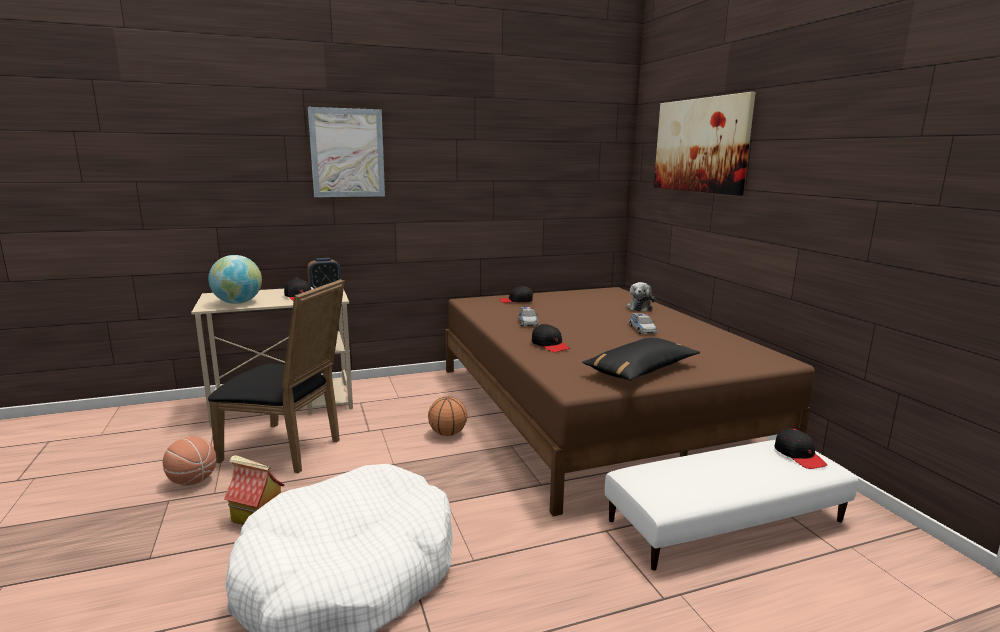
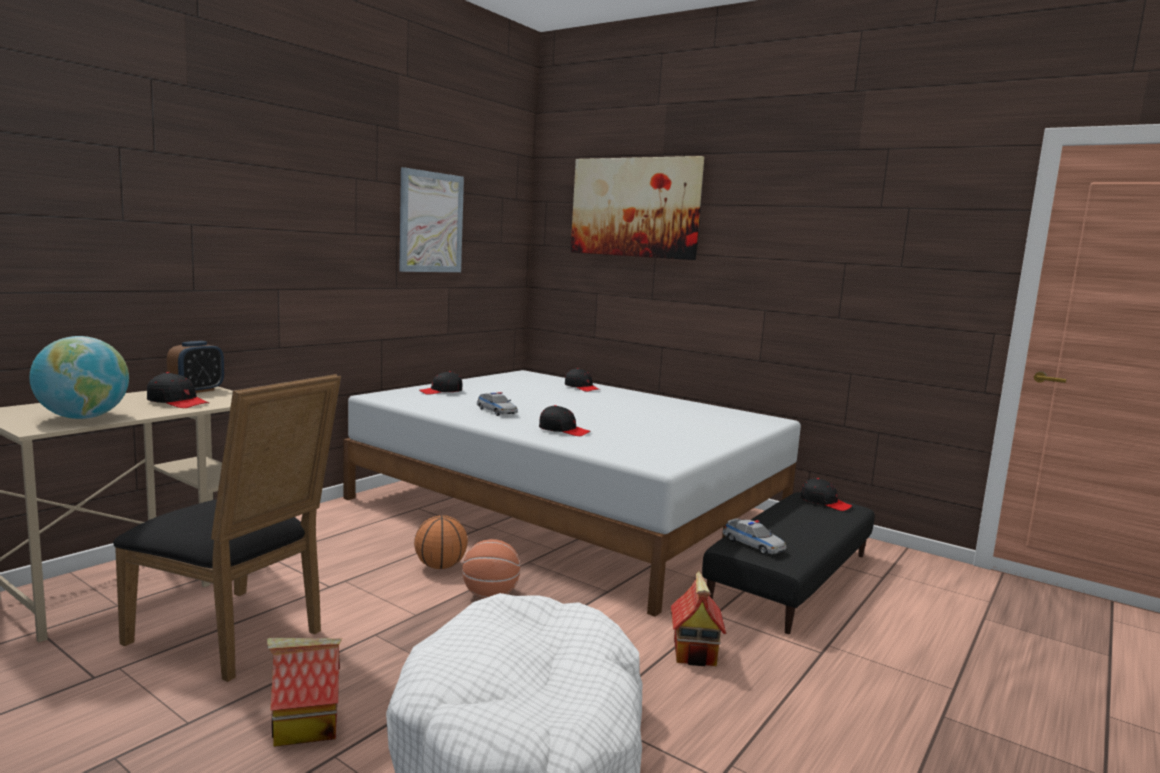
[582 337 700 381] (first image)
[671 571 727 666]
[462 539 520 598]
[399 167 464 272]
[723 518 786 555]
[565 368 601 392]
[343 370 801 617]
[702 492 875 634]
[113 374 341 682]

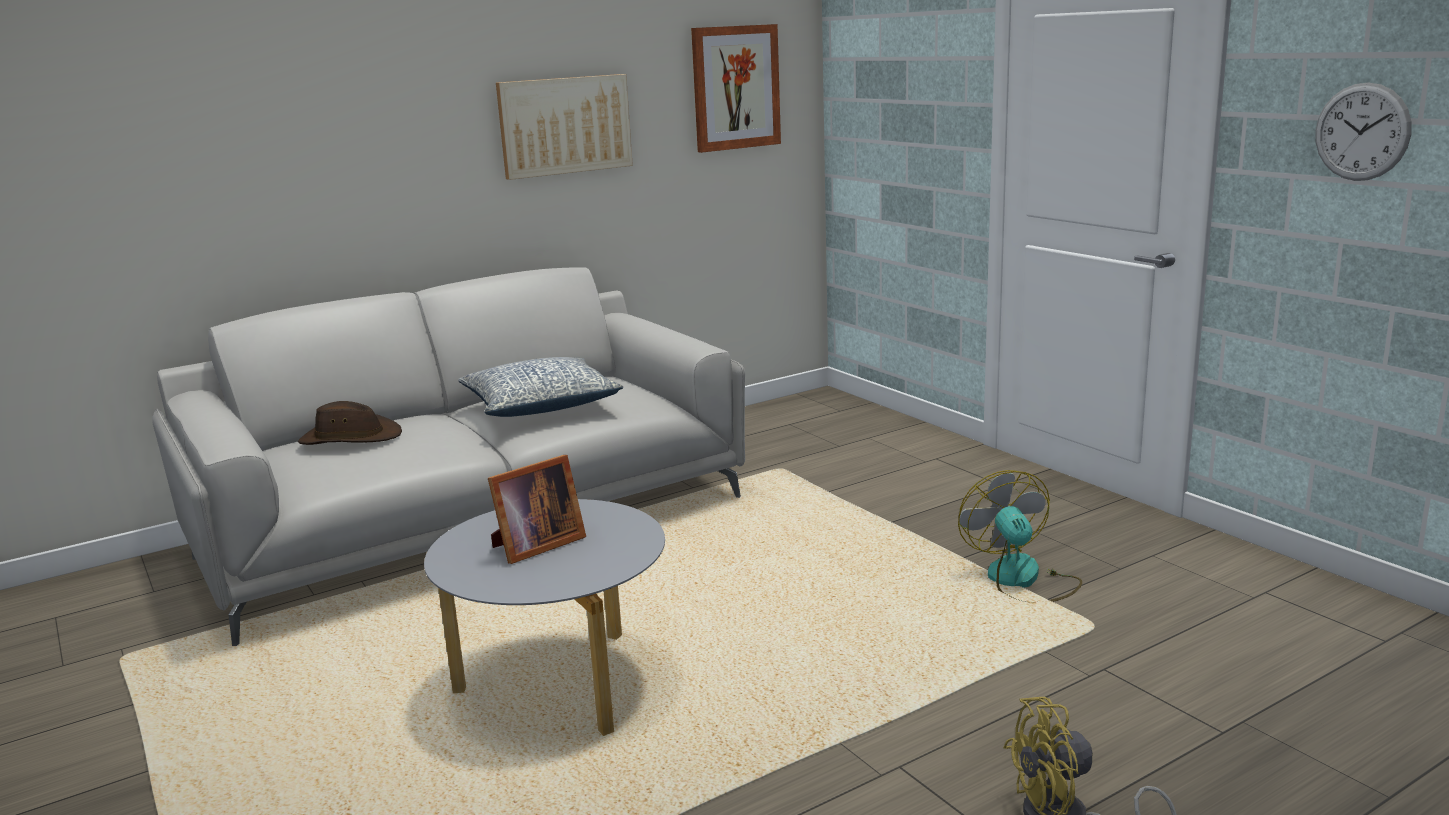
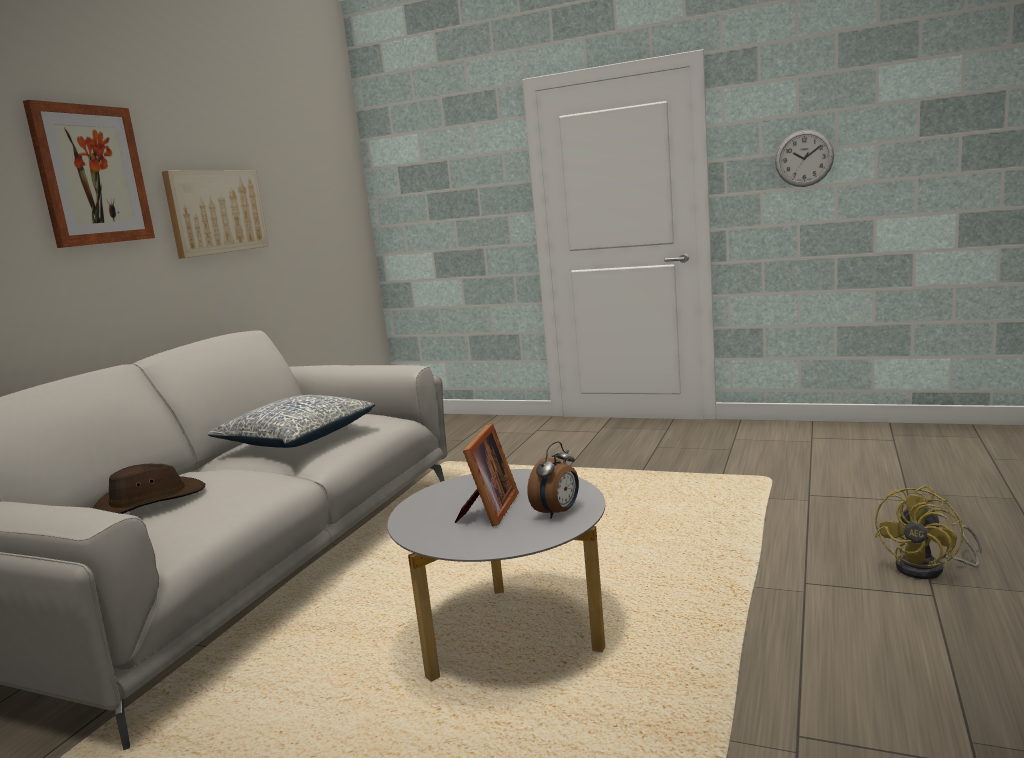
[958 470 1082 602] (first image)
[527 441 579 519]
[23 100 155 248]

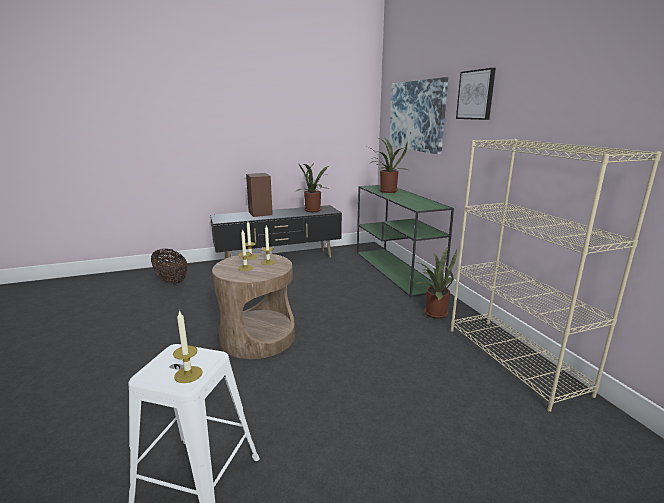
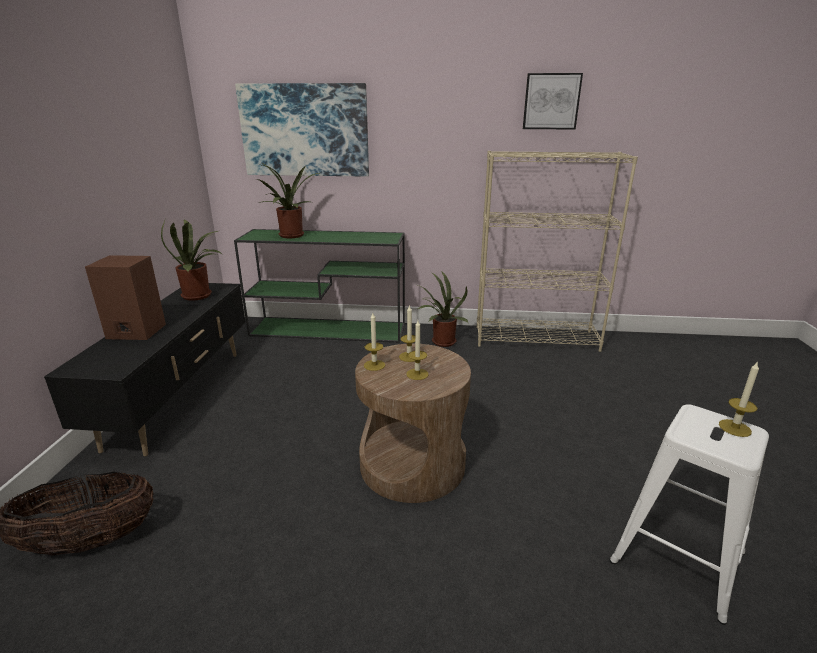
[523 73 583 129]

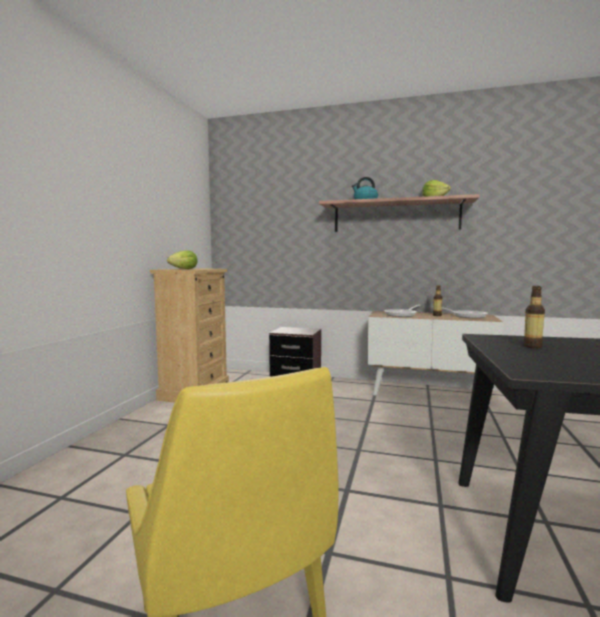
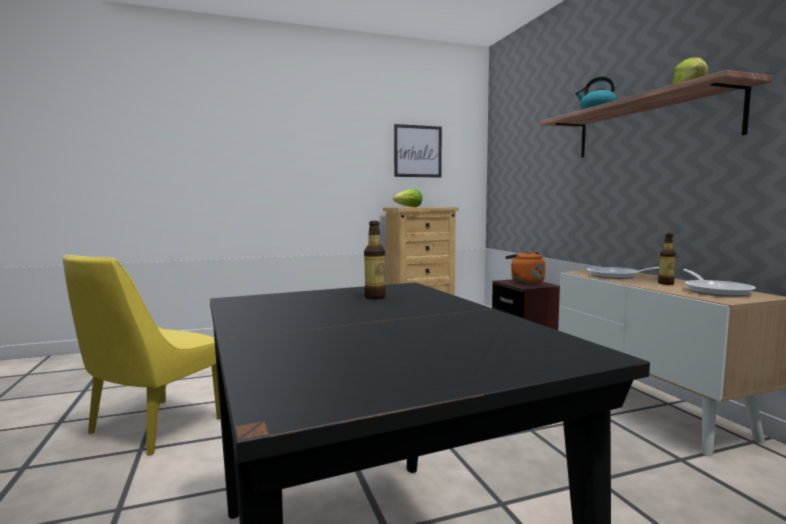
[394 124 442 178]
[505 251 545 284]

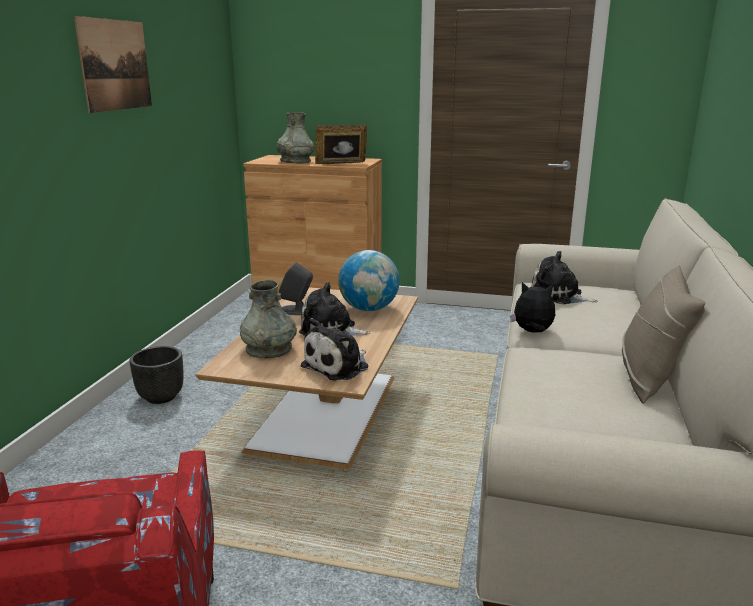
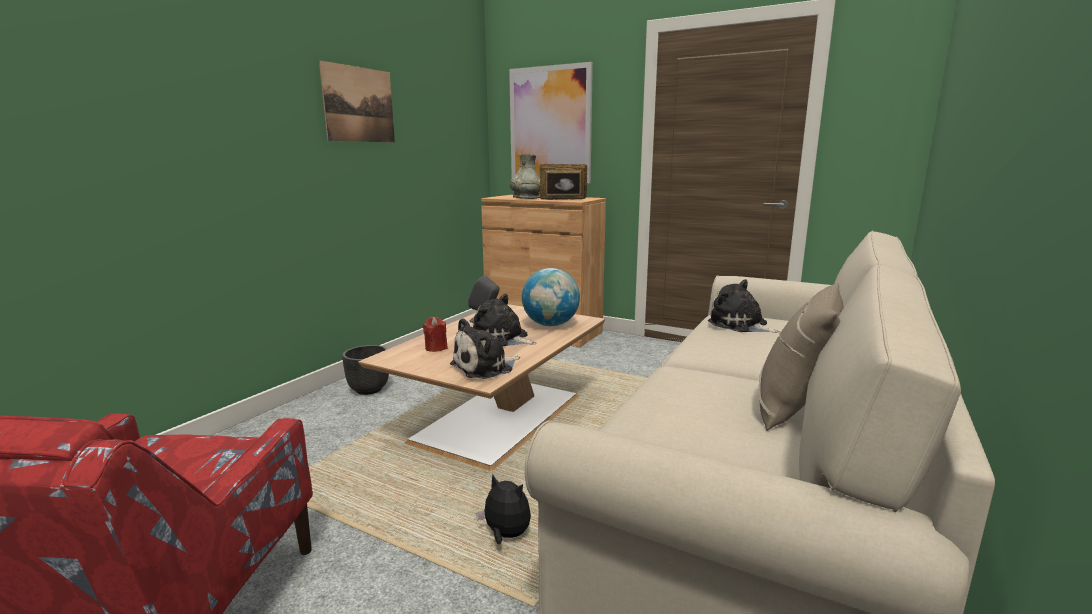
[509 62 593 183]
[476 474 531 544]
[423 317 447 352]

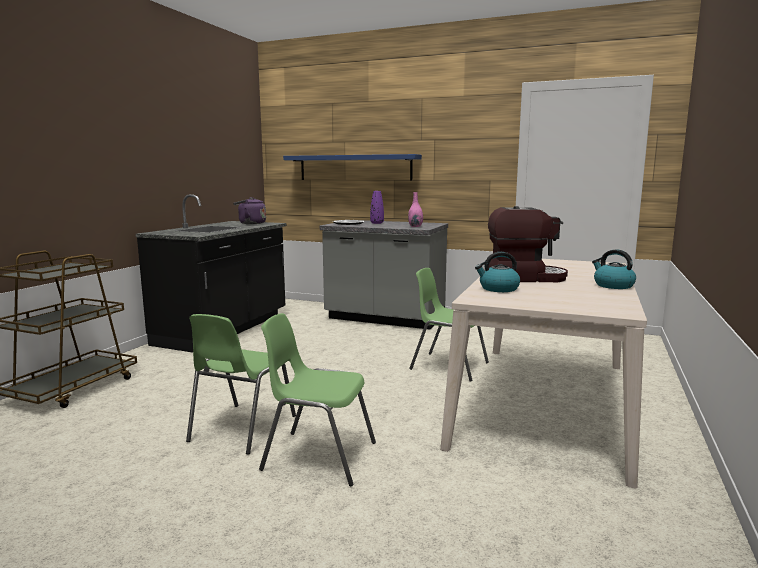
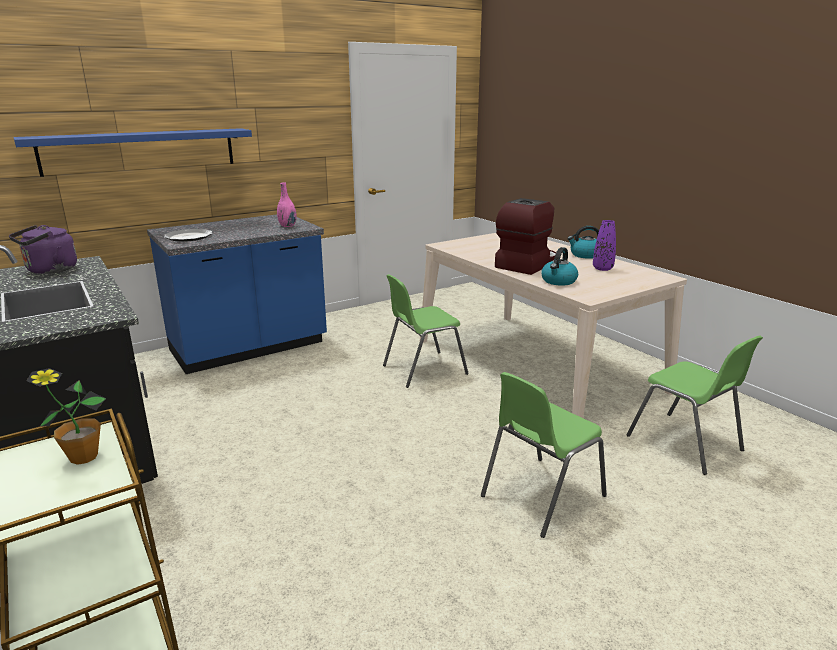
[27 368 106 465]
[626 335 763 475]
[593 220 616 271]
[147 214 327 374]

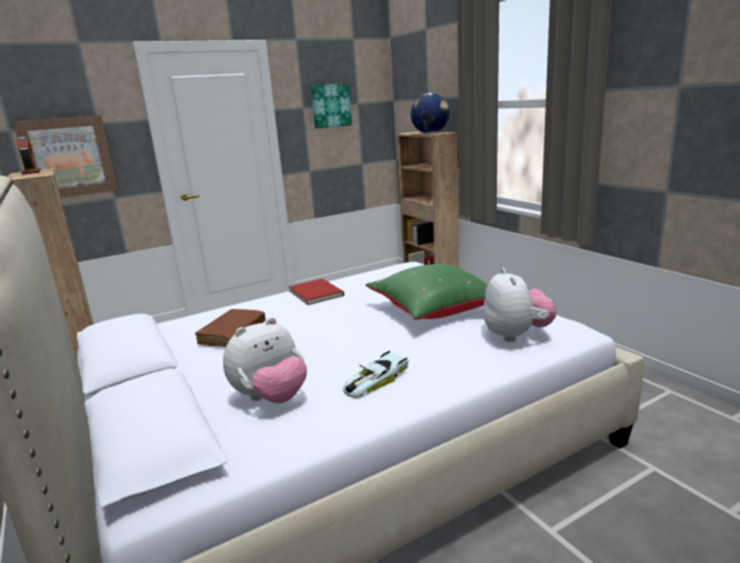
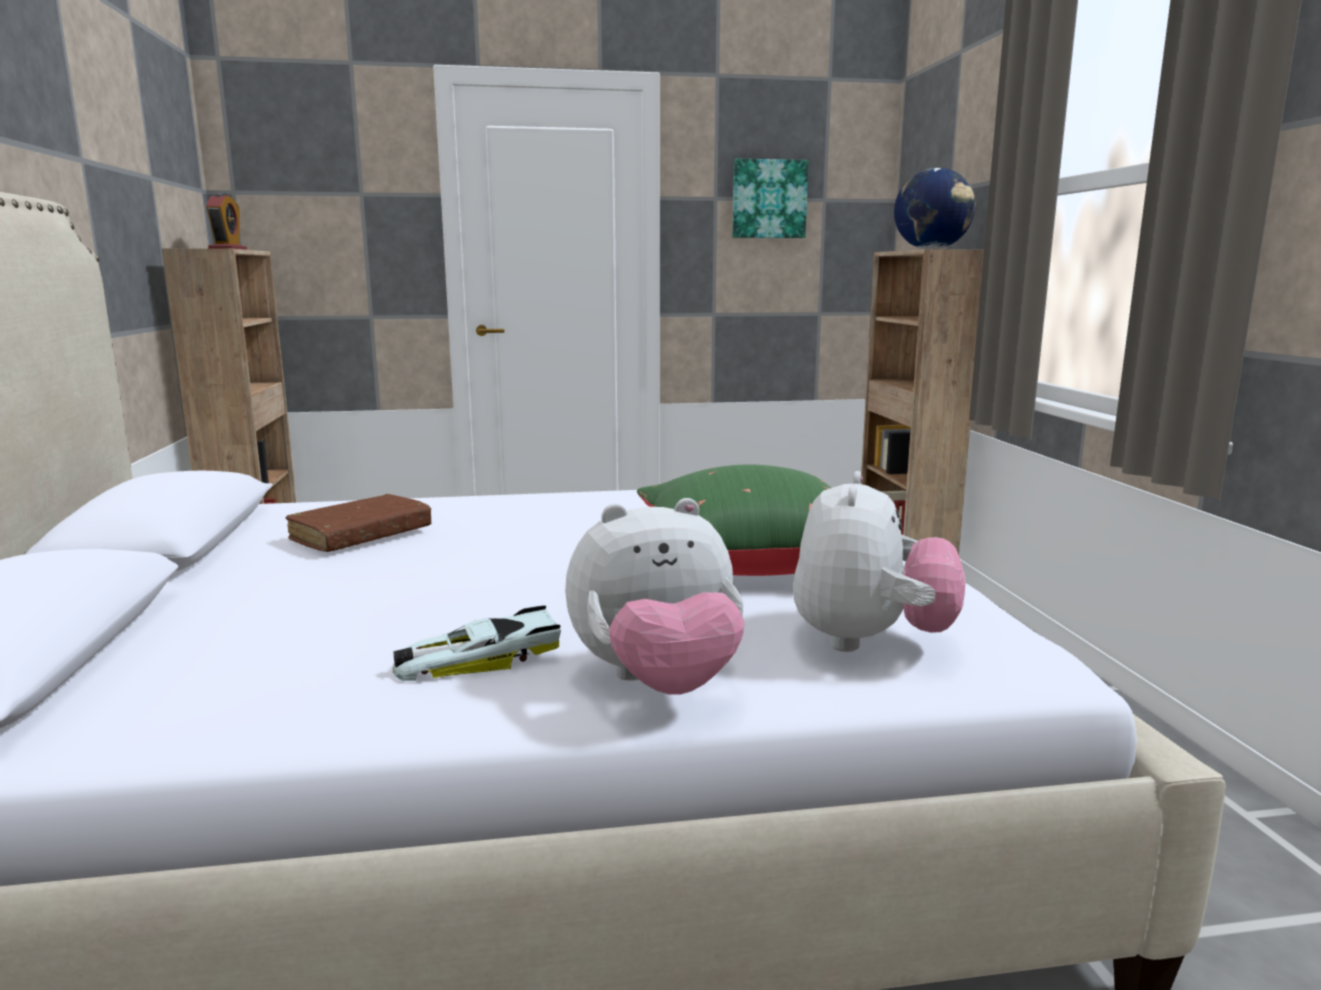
[13 115 118 198] (first image)
[289 278 344 305] (first image)
[565 498 745 695]

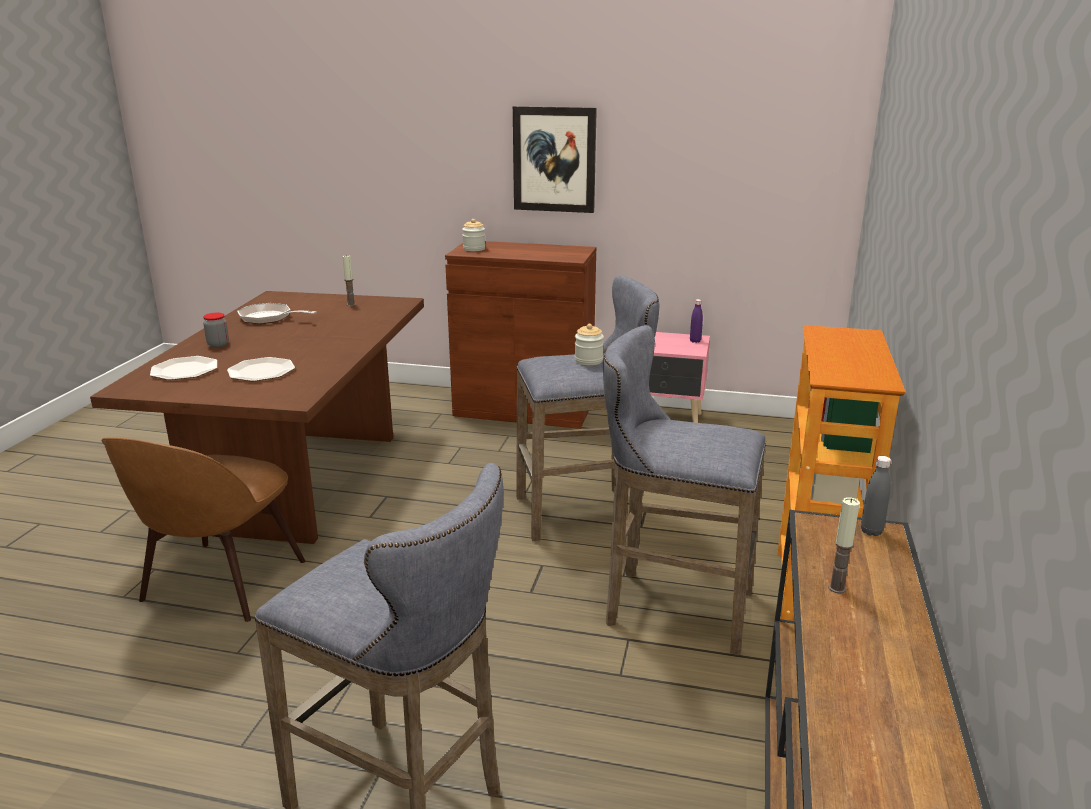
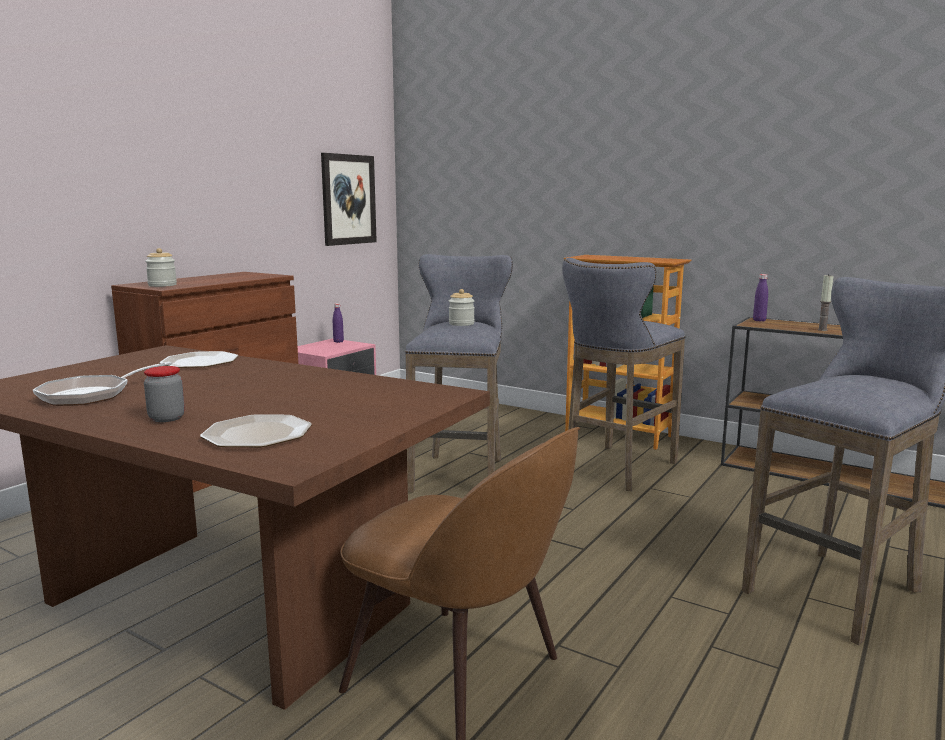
[343 255 356 306] (first image)
[160 351 239 368]
[321 153 377 246]
[753 274 768 322]

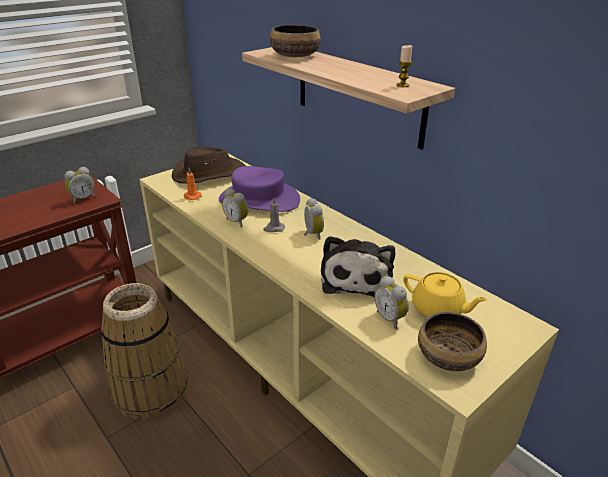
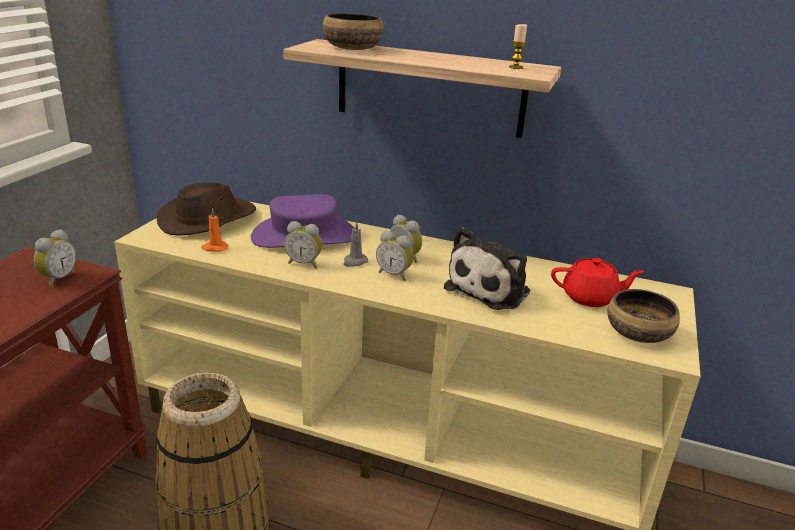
[376 231 414 281]
[551 258 644 307]
[444 227 530 310]

